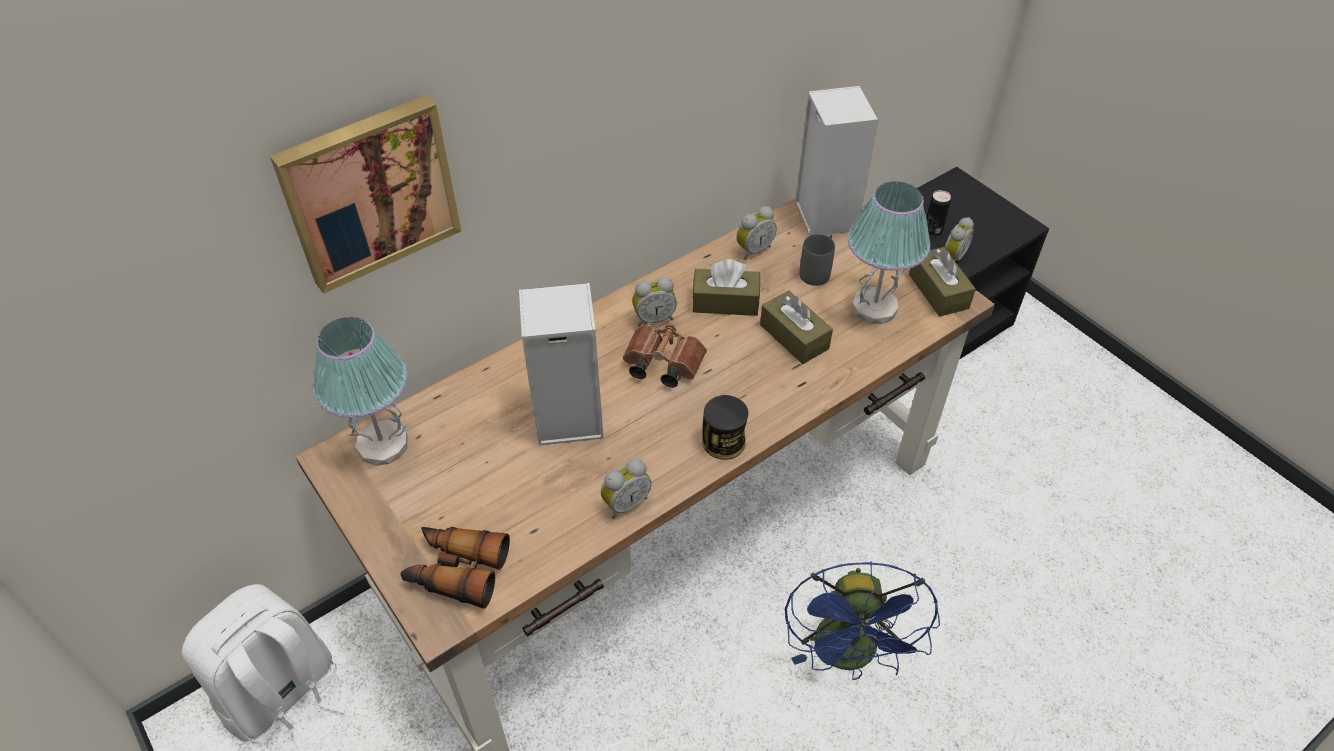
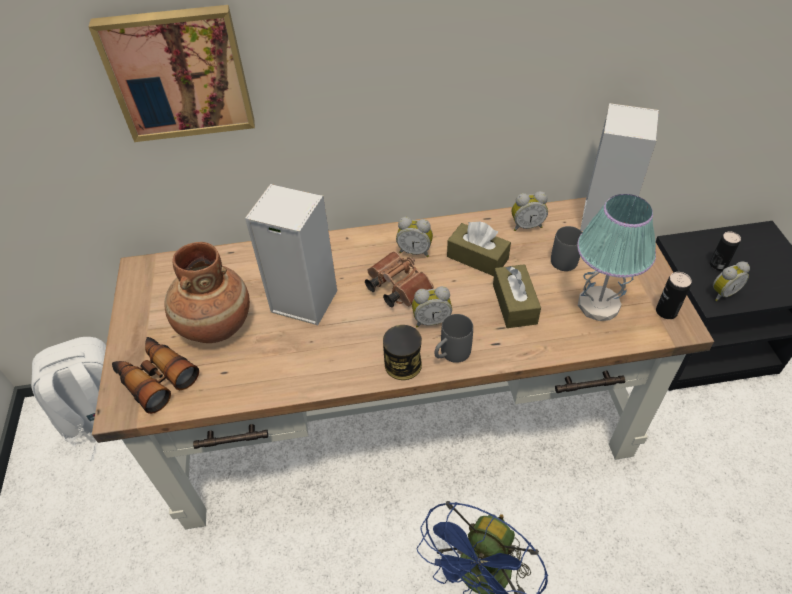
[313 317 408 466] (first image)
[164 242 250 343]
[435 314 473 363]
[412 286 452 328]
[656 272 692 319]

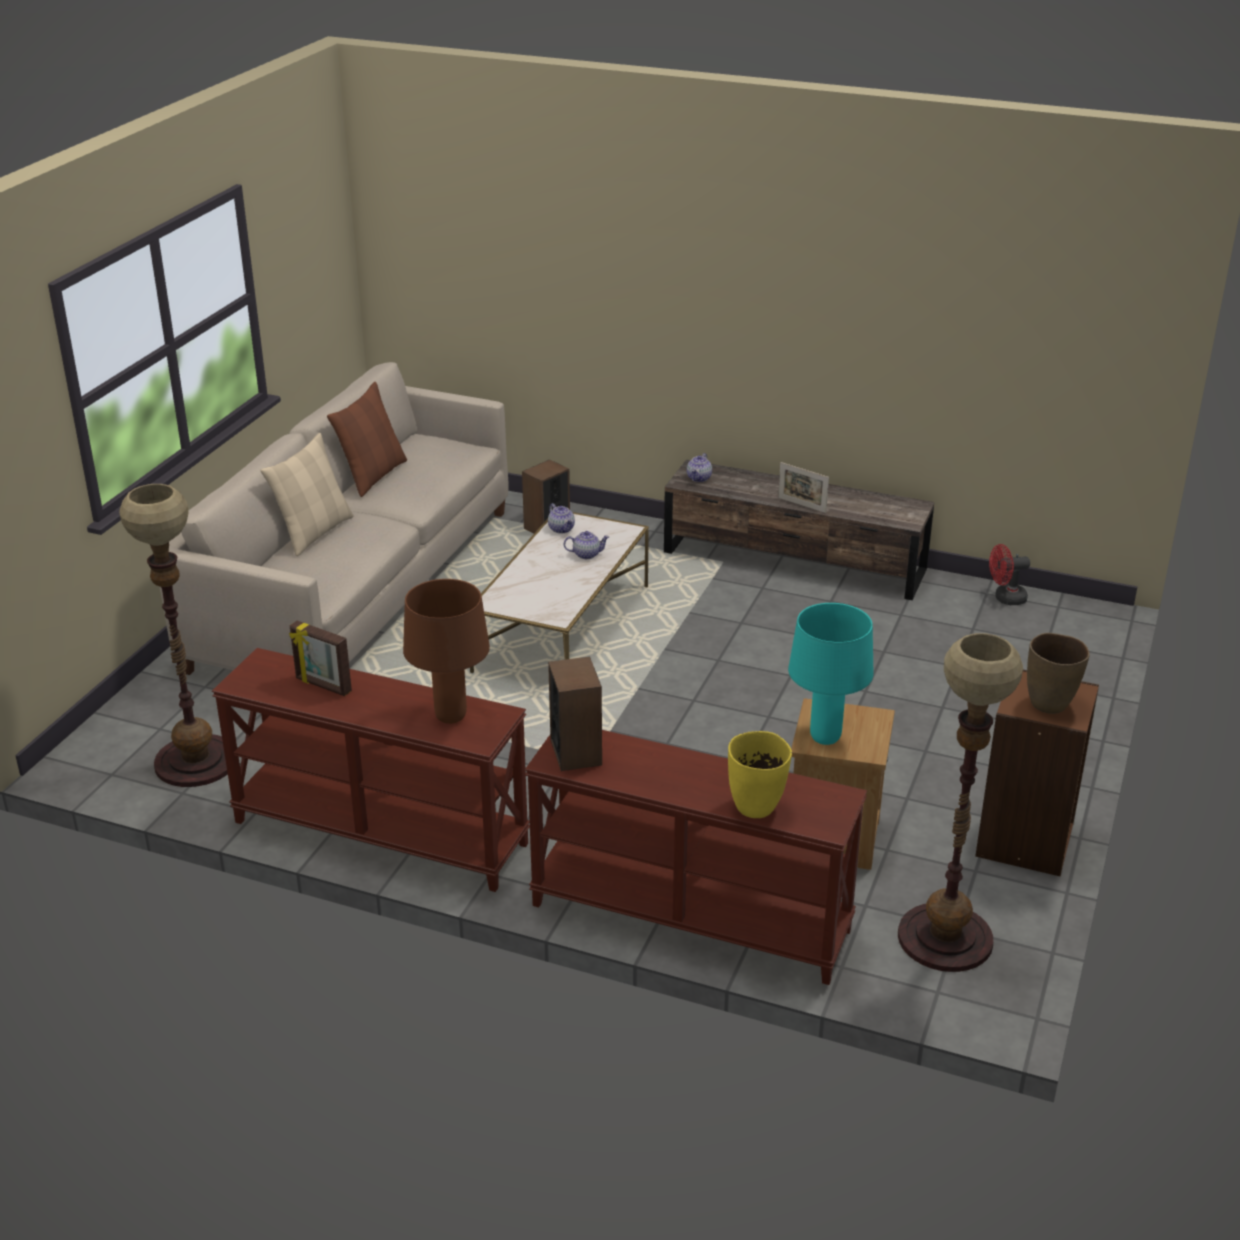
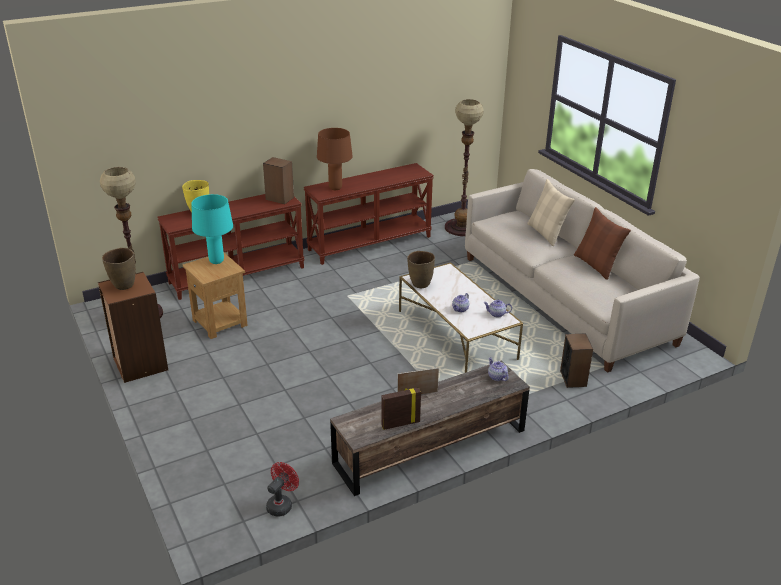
[407 251 435 288]
[381 388 421 430]

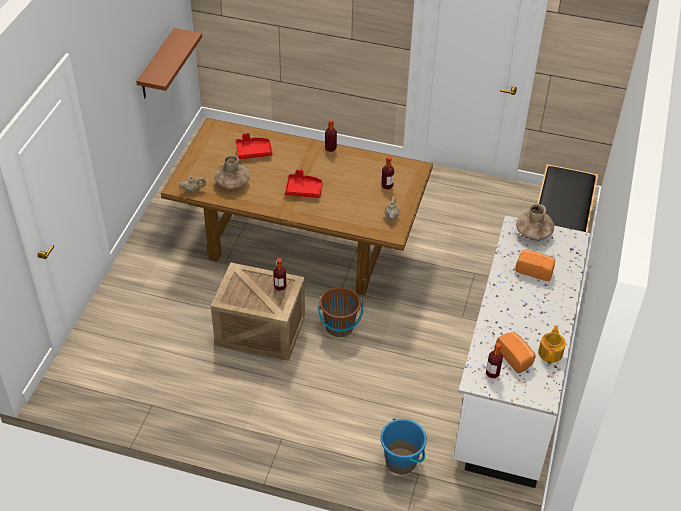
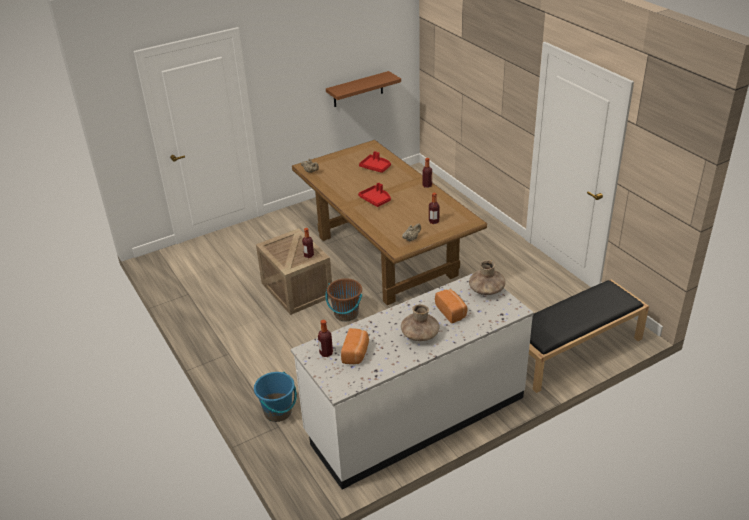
[538 326 566 363] (first image)
[401 304 440 341]

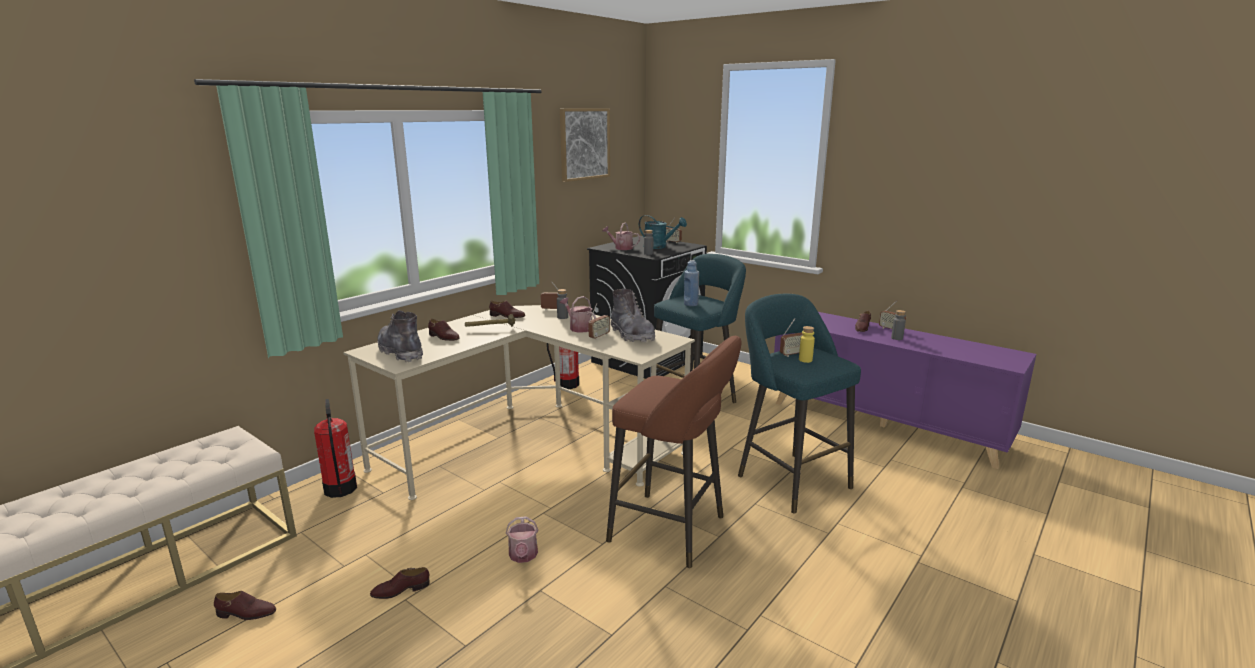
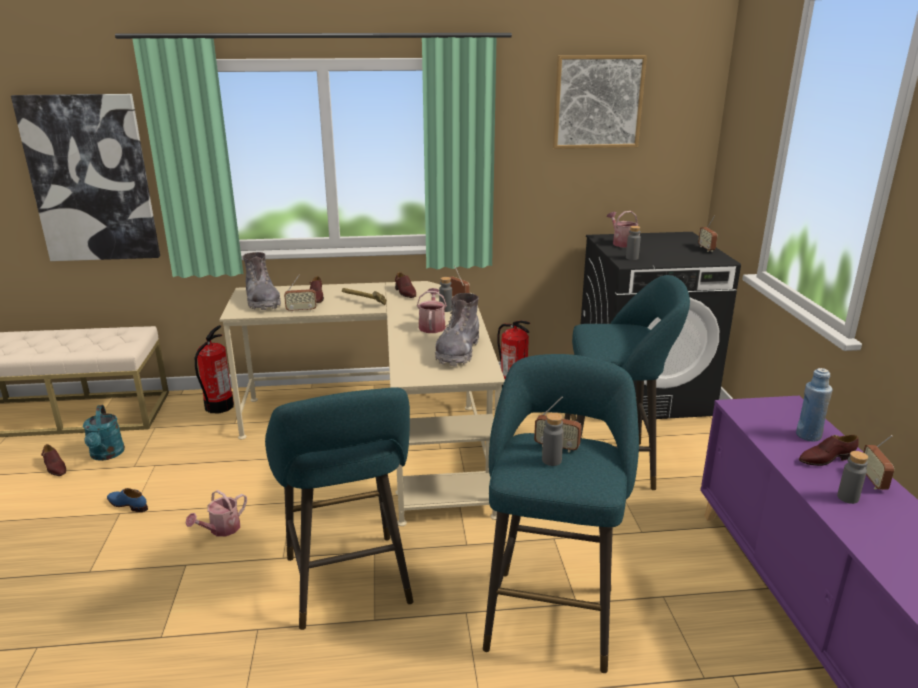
[11 94 160 261]
[284 275 317 313]
[83 405 125 461]
[796 368 832 442]
[107 488 148 512]
[265 387 413 630]
[542 413 564 466]
[243 252 281 310]

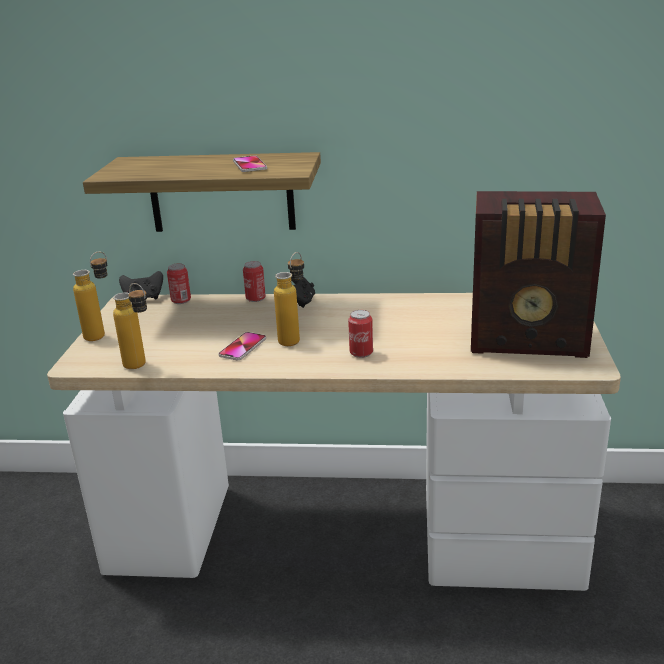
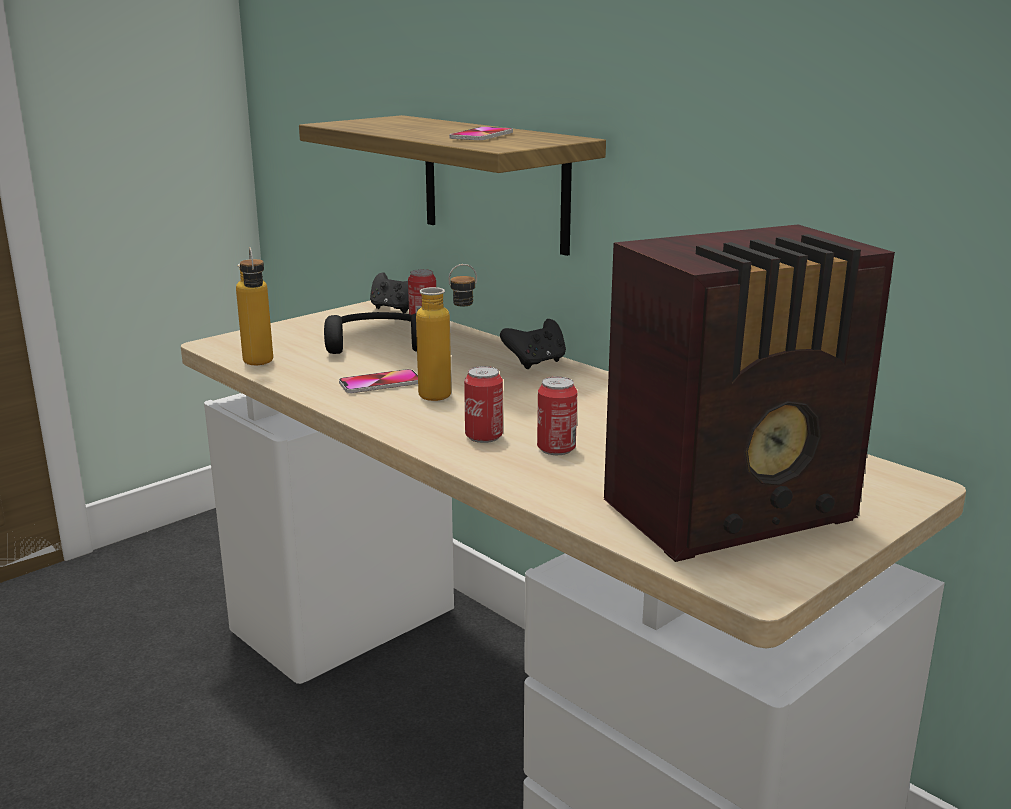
[73 251 108 341] (first image)
[324 312 417 354]
[537 377 577 455]
[604 225 895 562]

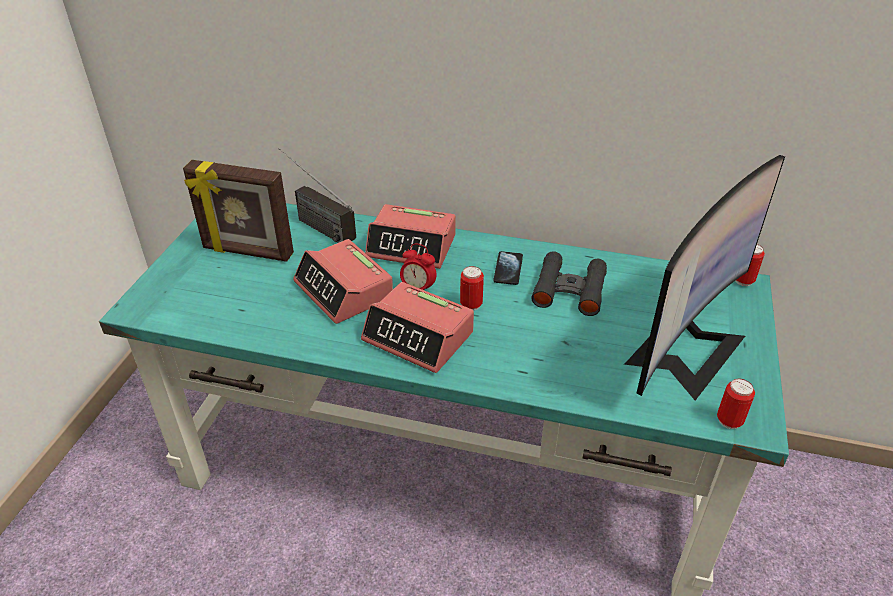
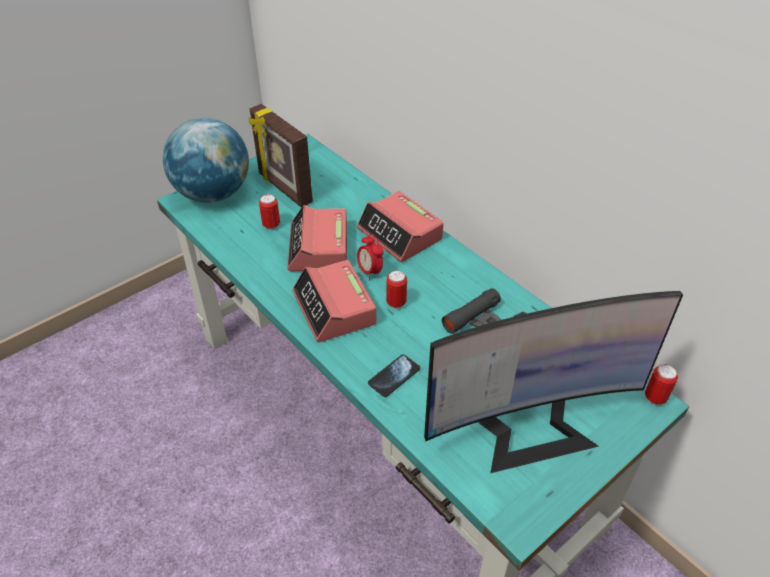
[279 148 356 243] (first image)
[163 118 249 203]
[368 354 420 397]
[259 194 280 230]

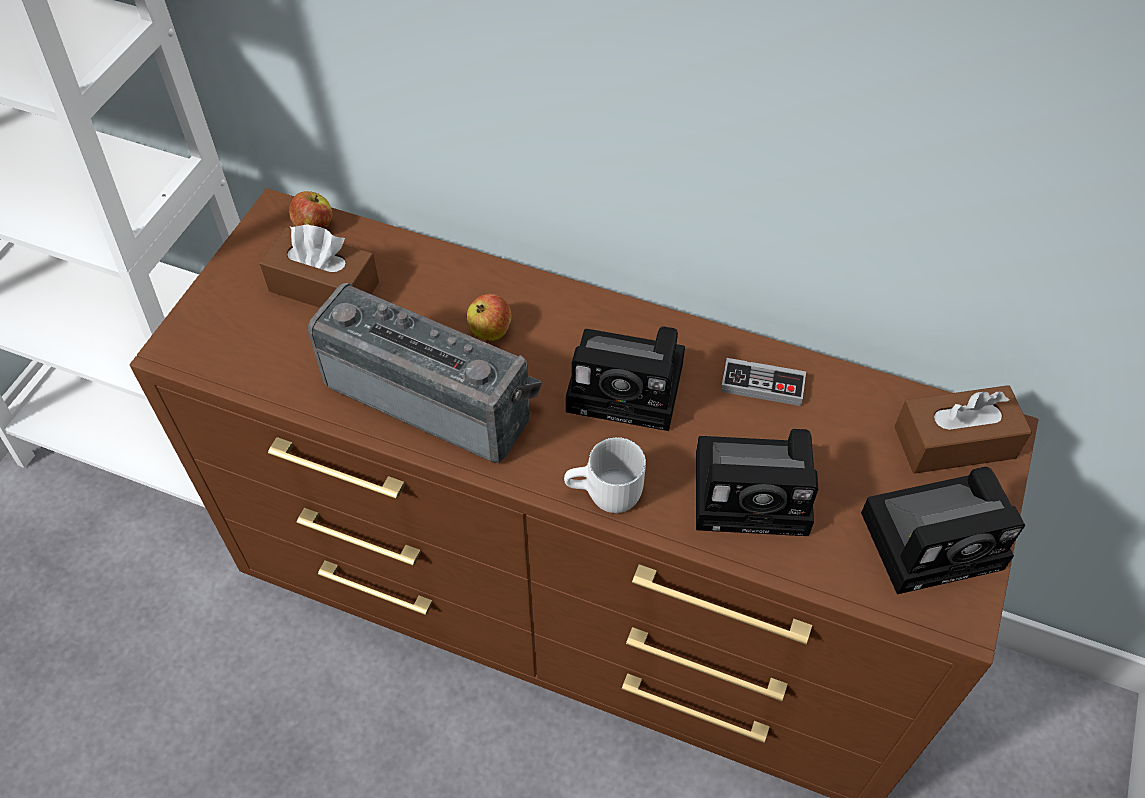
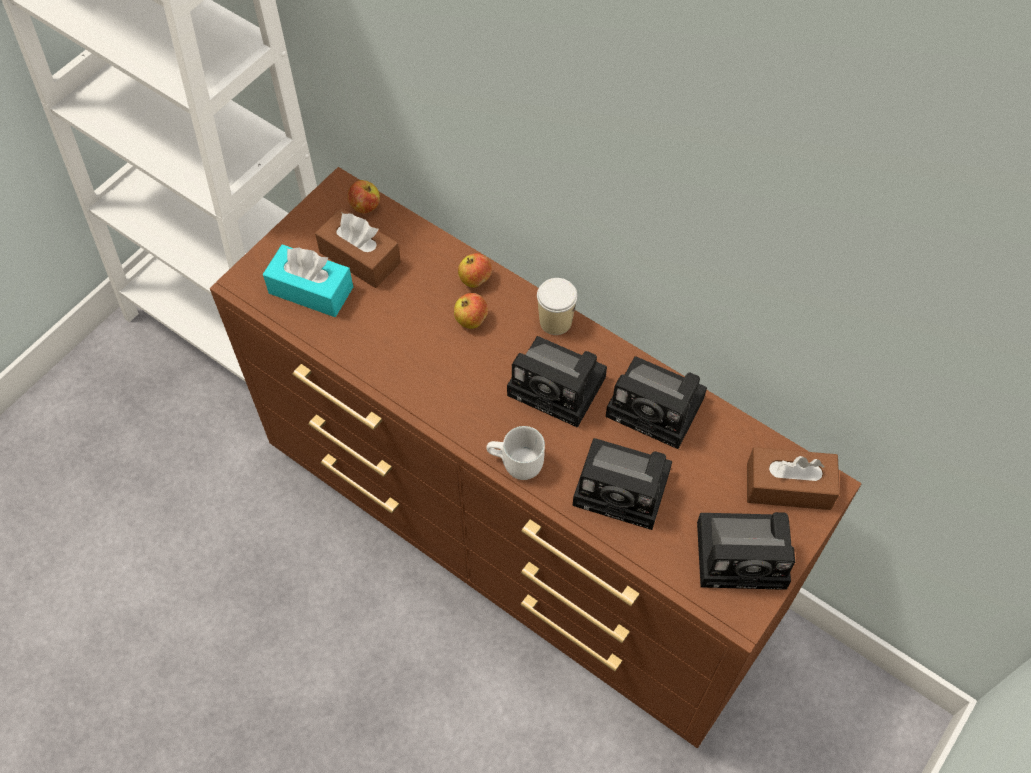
[307 283 542 463] (first image)
[263 244 353 317]
[458 253 492 288]
[537 278 577 335]
[606 356 707 449]

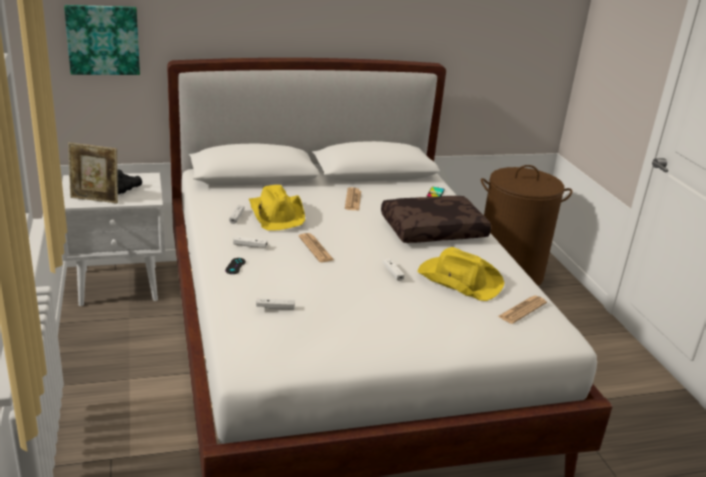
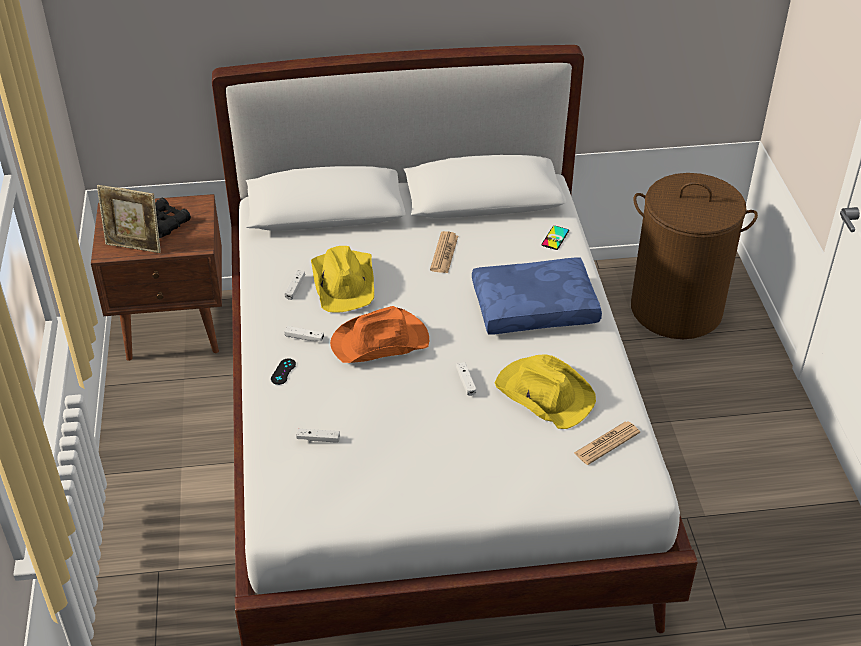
[64 5 140 75] (first image)
[330 306 429 363]
[91 194 222 361]
[472 257 602 335]

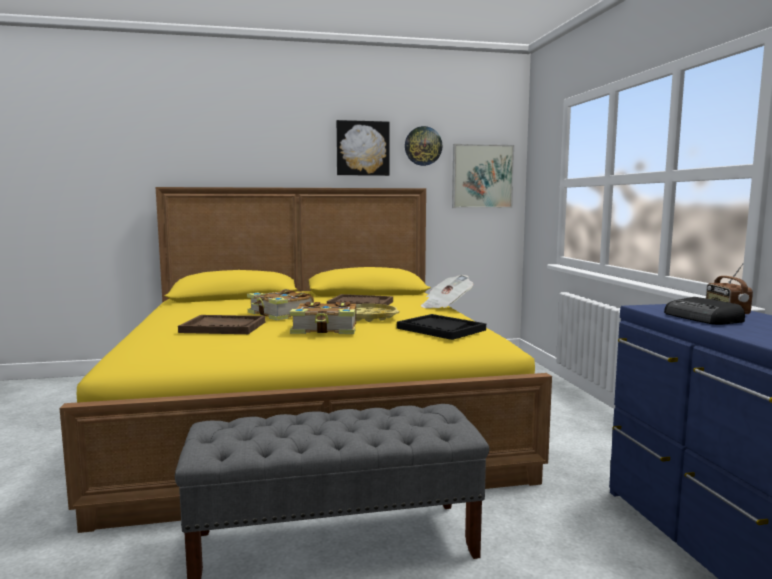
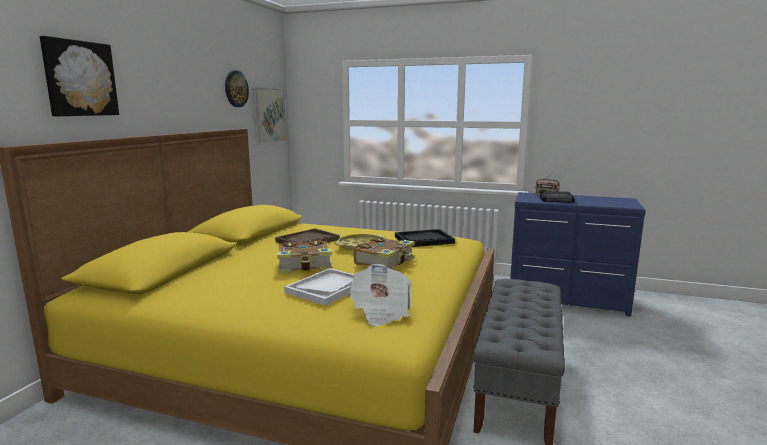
[40 36 119 116]
[348 264 412 326]
[284 268 354 306]

